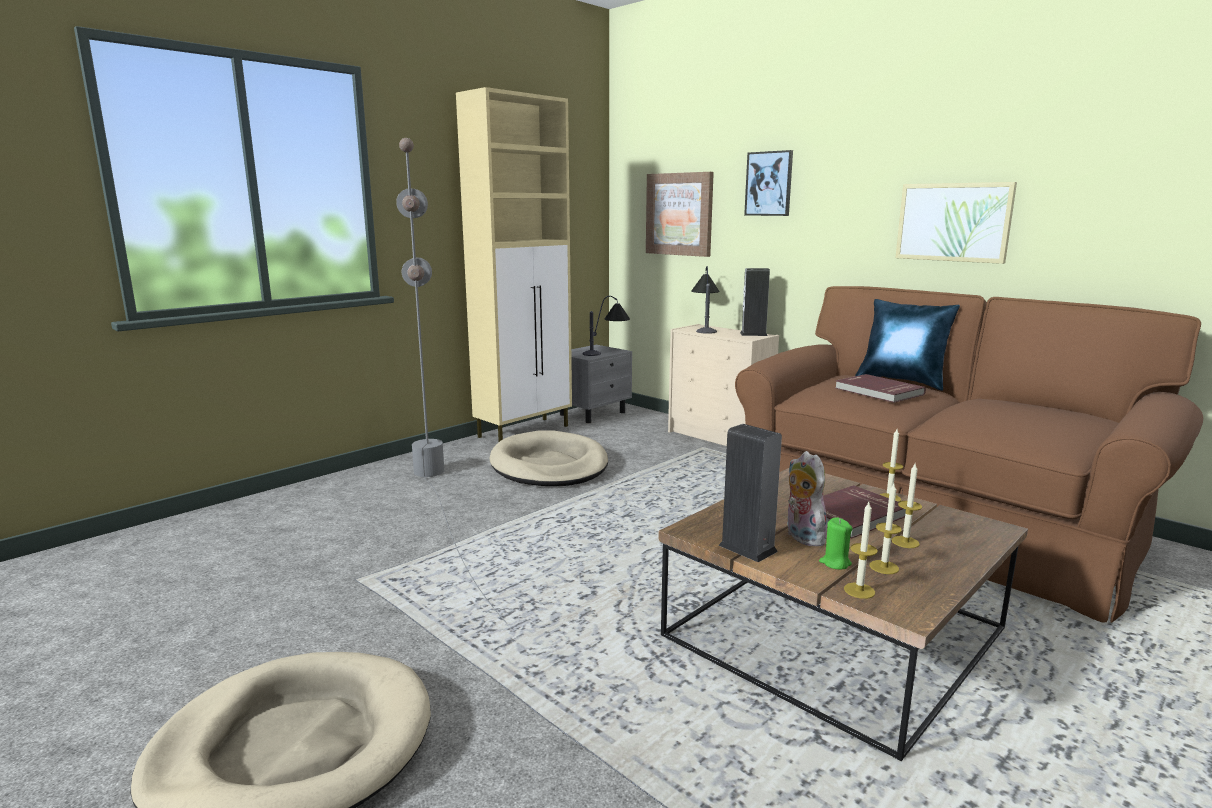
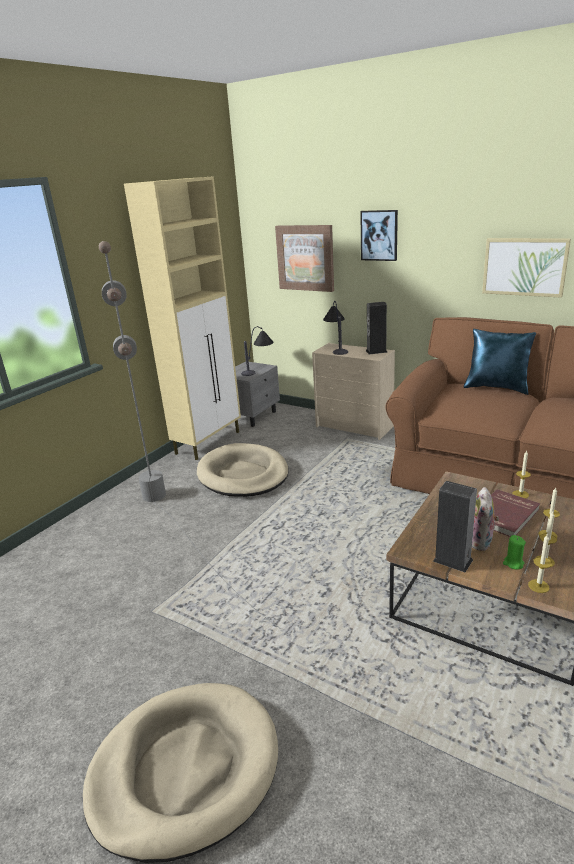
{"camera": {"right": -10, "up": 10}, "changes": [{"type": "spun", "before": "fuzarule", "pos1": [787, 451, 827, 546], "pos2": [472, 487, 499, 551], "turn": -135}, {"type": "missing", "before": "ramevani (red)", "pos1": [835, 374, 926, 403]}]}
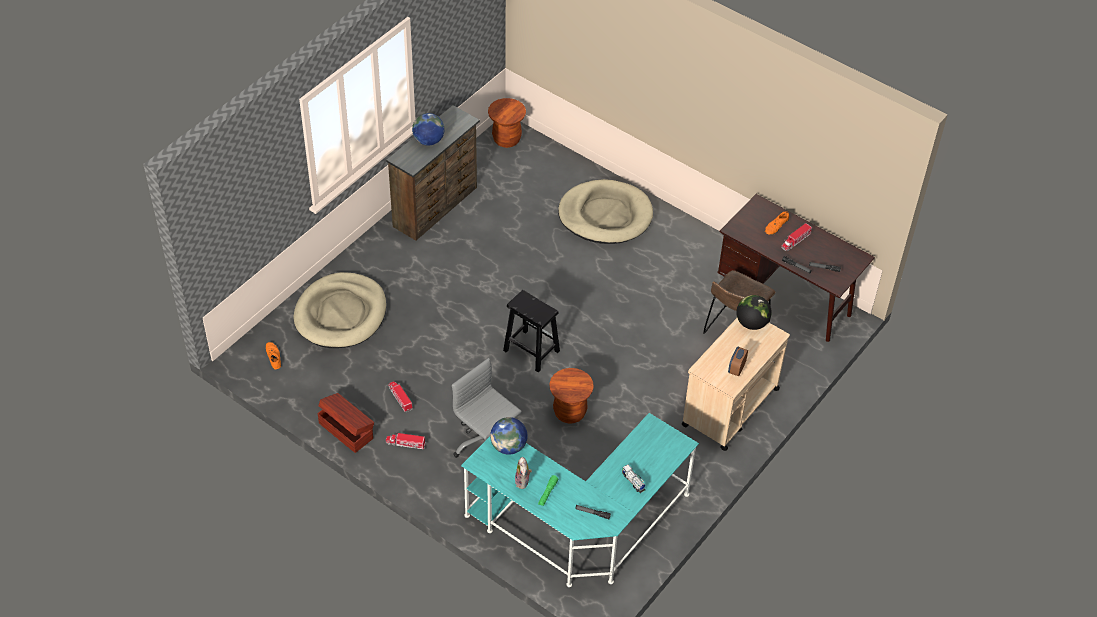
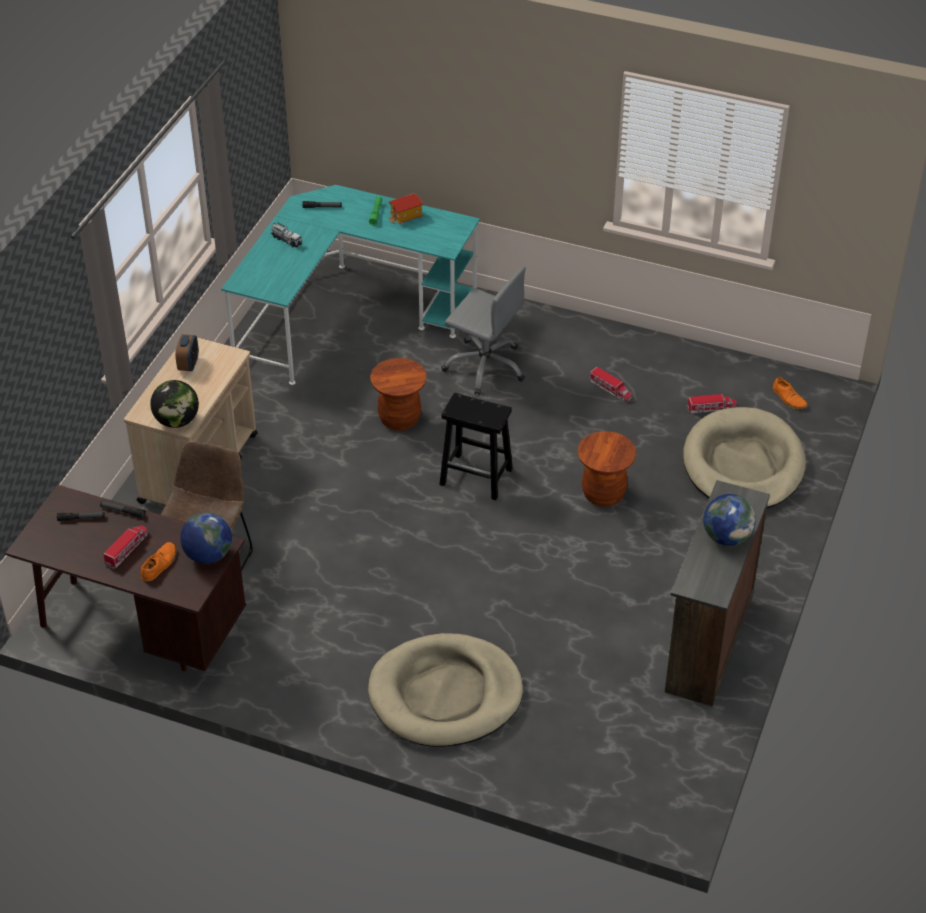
{"camera": {"right": 165, "up": -5}, "changes": [{"type": "relocated", "before": "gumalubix", "pos1": [490, 417, 528, 455], "pos2": [180, 513, 232, 564]}, {"type": "exchanged", "before": "fuzarule", "after": "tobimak", "pos1": [515, 457, 532, 489], "pos2": [389, 194, 424, 224]}, {"type": "relocated", "before": "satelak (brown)", "pos1": [488, 98, 526, 148], "pos2": [578, 431, 636, 507]}, {"type": "relocated", "before": "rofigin", "pos1": [386, 433, 426, 449], "pos2": [686, 394, 737, 413]}, {"type": "missing", "before": "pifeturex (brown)", "pos1": [318, 393, 374, 453]}]}
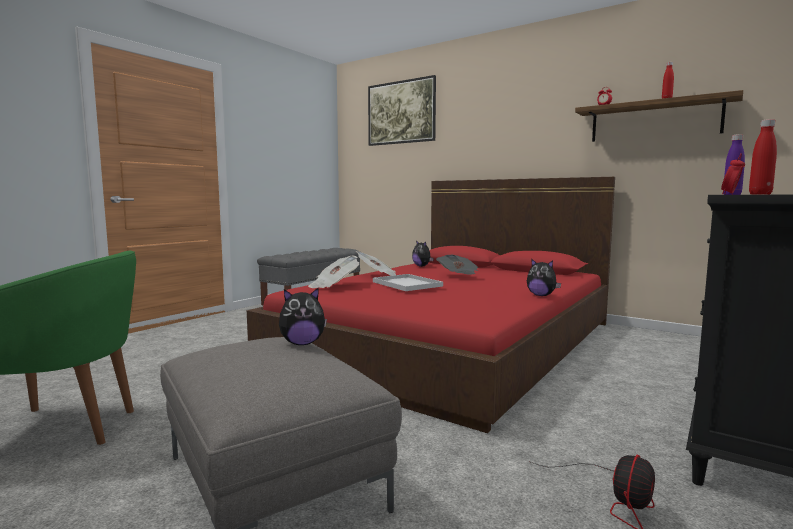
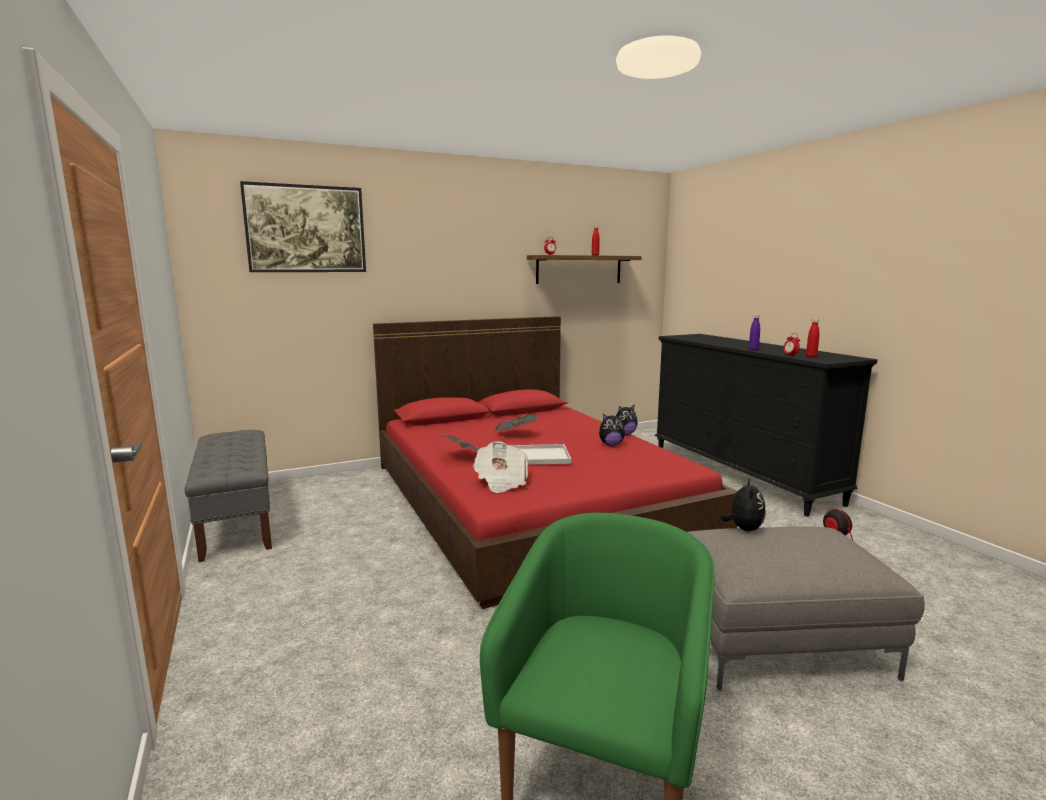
{"camera": {"right": -60, "up": 5}, "changes": [{"type": "relocated", "before": "fuzarule", "pos1": [412, 240, 434, 267], "pos2": [599, 414, 625, 445]}]}
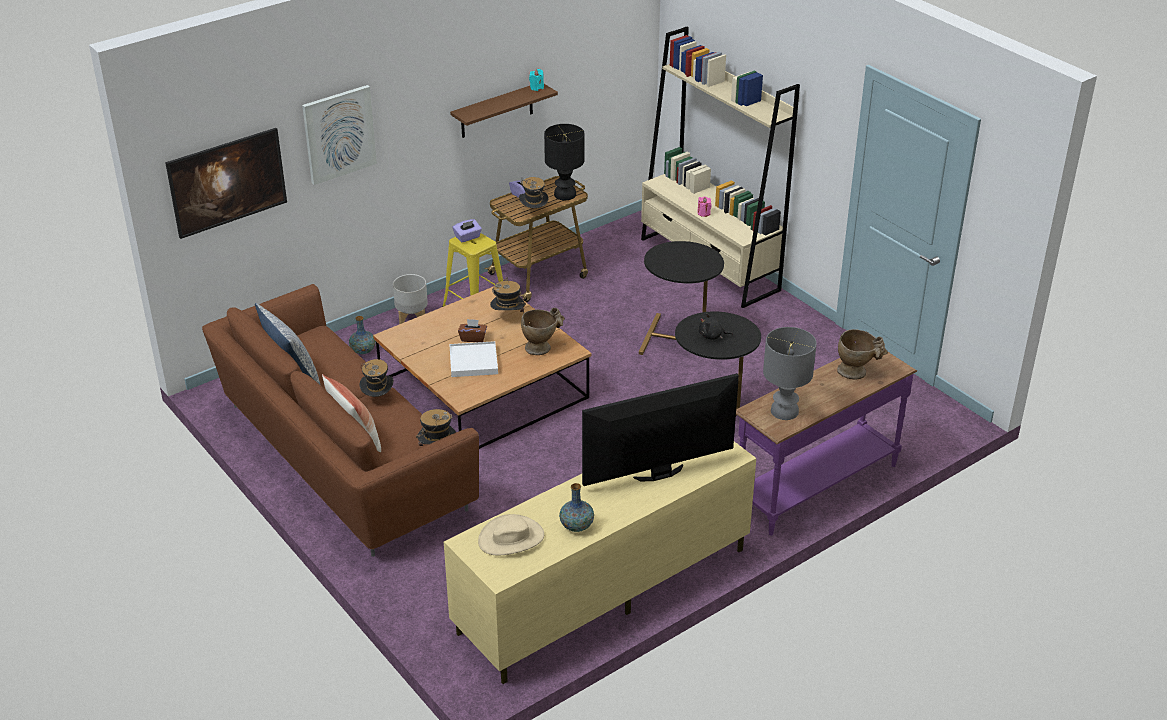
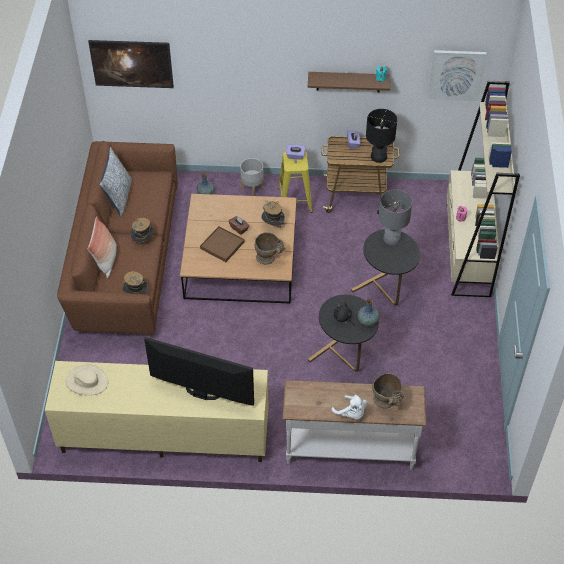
{"camera": {"right": 40, "up": 15}, "changes": [{"type": "colour", "before": "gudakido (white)", "after": "gudakido (brown)", "pos1": [449, 341, 498, 377], "pos2": [200, 226, 244, 262]}, {"type": "colour", "before": "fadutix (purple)", "after": "fadutix (white)", "pos1": [736, 352, 917, 536], "pos2": [282, 380, 426, 470]}, {"type": "appeared", "after": "fuzarule (white)", "pos2": [331, 395, 367, 419]}, {"type": "relocated", "before": "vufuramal", "pos1": [559, 483, 594, 532], "pos2": [358, 299, 379, 326]}, {"type": "relocated", "before": "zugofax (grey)", "pos1": [763, 327, 817, 420], "pos2": [378, 189, 412, 245]}, {"type": "relocated", "before": "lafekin", "pos1": [302, 85, 377, 185], "pos2": [428, 50, 487, 101]}, {"type": "missing", "before": "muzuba", "pos1": [519, 177, 549, 208]}]}
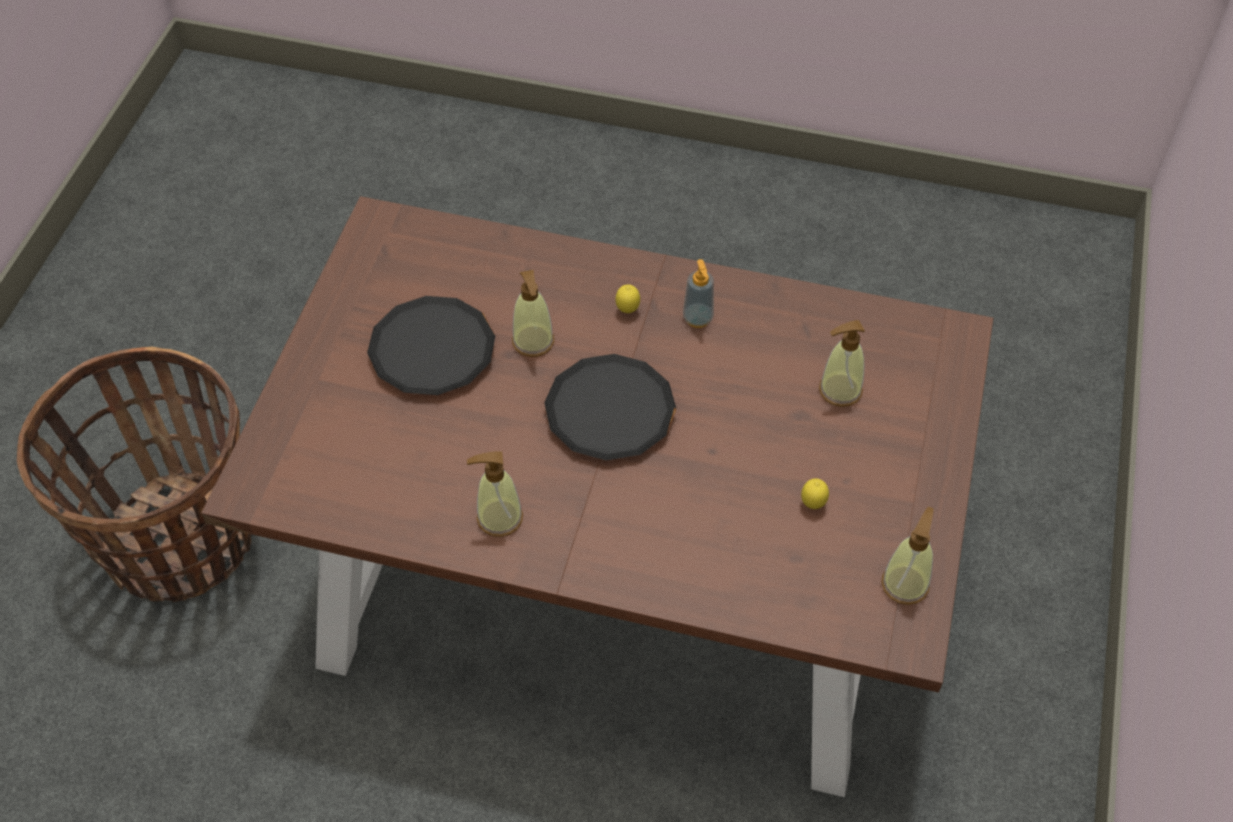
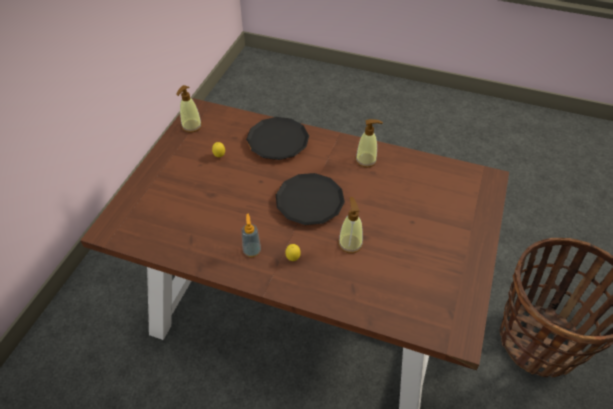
{"camera": {"right": -175, "up": -5}, "changes": [{"type": "relocated", "before": "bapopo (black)", "pos1": [367, 296, 495, 395], "pos2": [246, 117, 309, 160]}, {"type": "missing", "before": "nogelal", "pos1": [819, 320, 865, 407]}]}
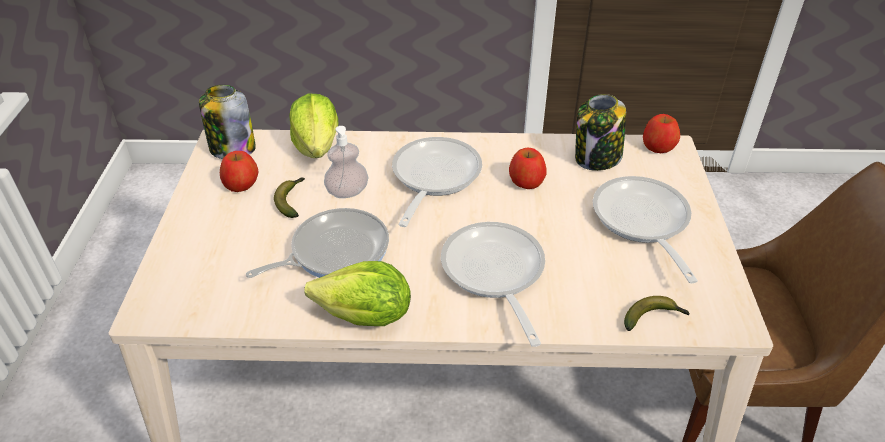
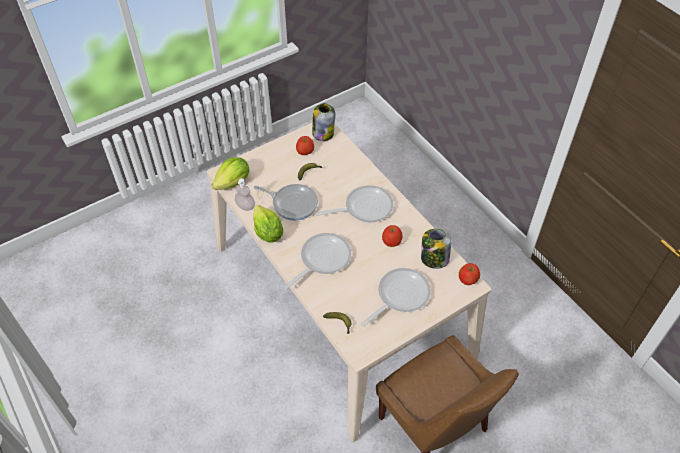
{"camera": {"right": 55, "up": 10}, "changes": [{"type": "relocated", "before": "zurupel", "pos1": [289, 93, 338, 158], "pos2": [211, 157, 249, 190]}, {"type": "relocated", "before": "nogelal", "pos1": [324, 126, 368, 198], "pos2": [235, 178, 255, 211]}]}
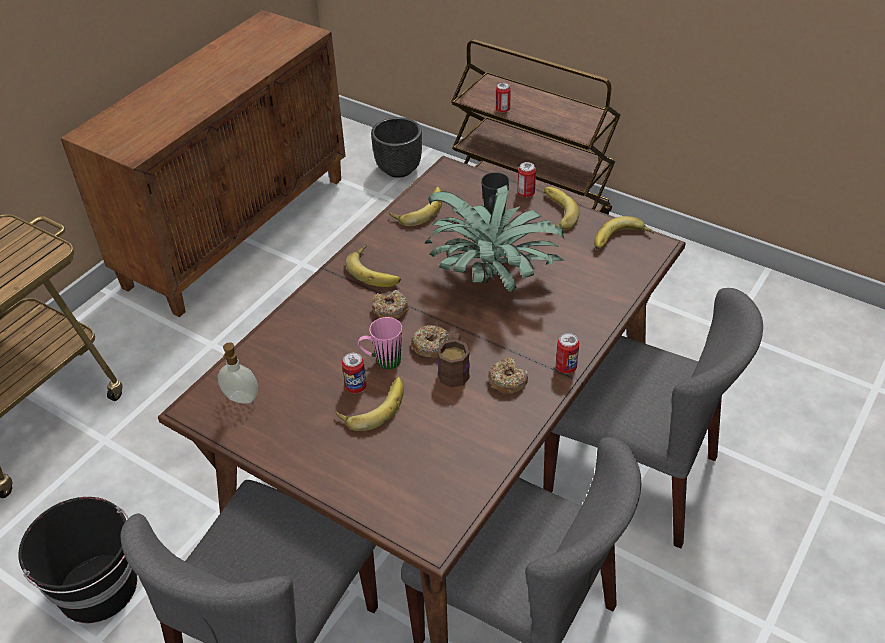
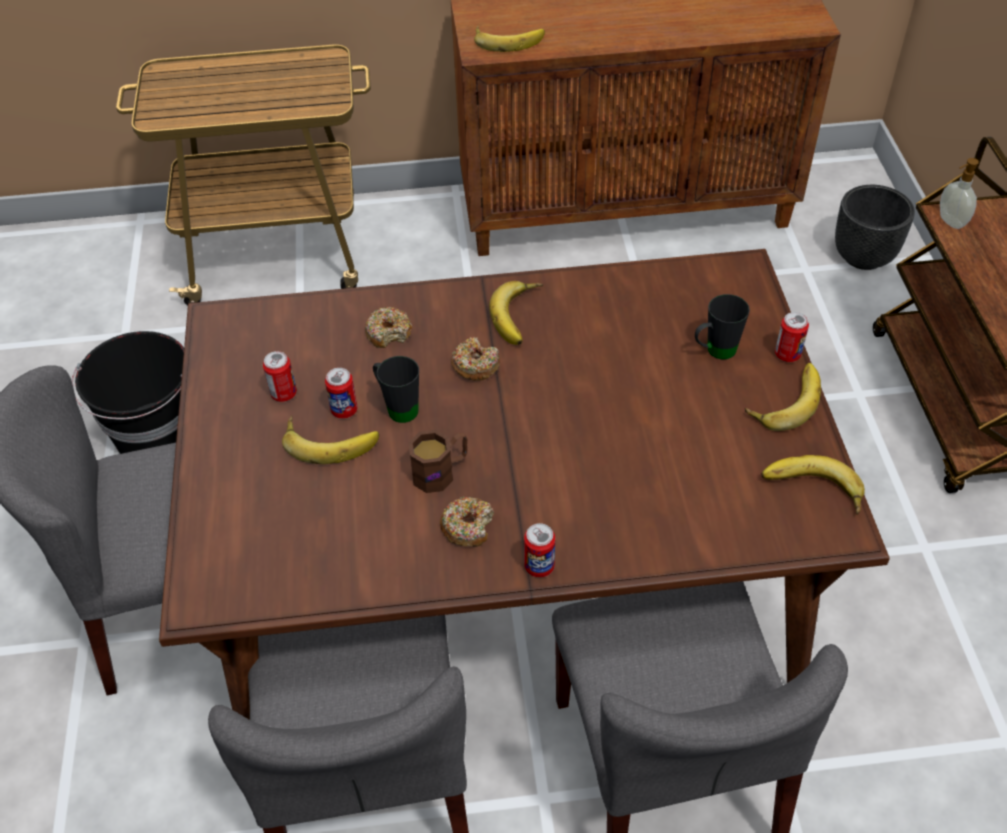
{"camera": {"right": 50, "up": 5}, "changes": [{"type": "relocated", "before": "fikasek", "pos1": [496, 82, 511, 113], "pos2": [263, 351, 297, 402]}, {"type": "relocated", "before": "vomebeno", "pos1": [411, 325, 450, 359], "pos2": [365, 307, 412, 348]}, {"type": "colour", "before": "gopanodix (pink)", "after": "gopanodix (black)", "pos1": [358, 317, 402, 369], "pos2": [373, 356, 419, 423]}, {"type": "relocated", "before": "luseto", "pos1": [390, 187, 442, 226], "pos2": [474, 25, 545, 52]}, {"type": "relocated", "before": "nogelal", "pos1": [218, 342, 258, 404], "pos2": [940, 158, 979, 229]}, {"type": "missing", "before": "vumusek", "pos1": [425, 185, 564, 293]}]}
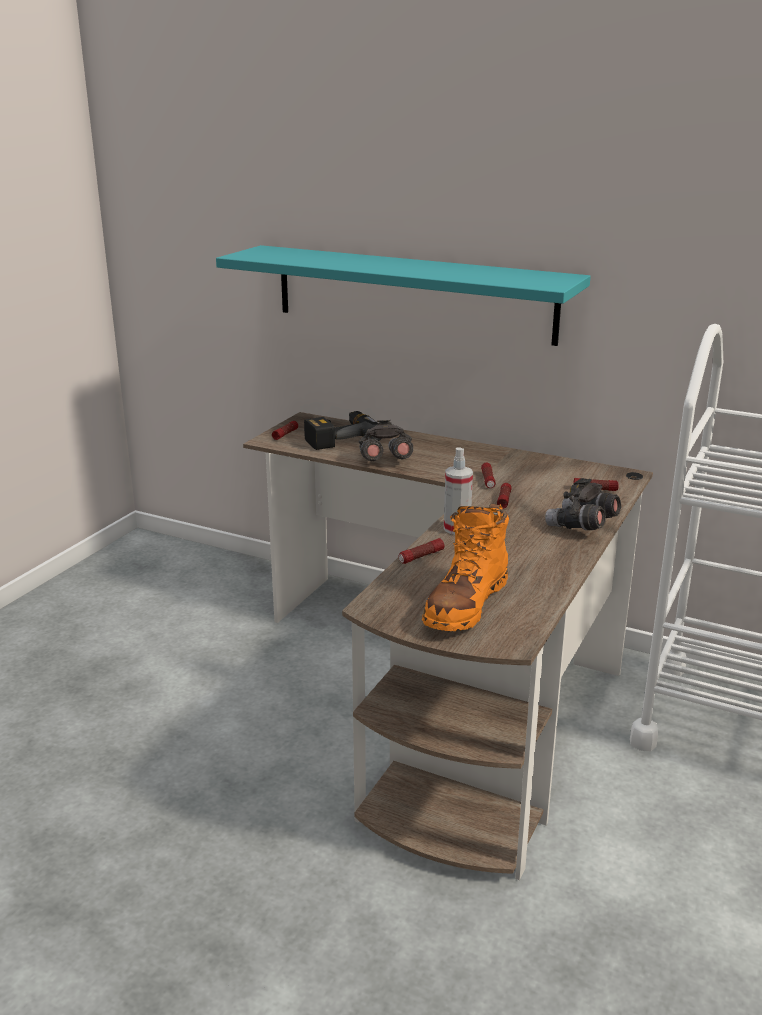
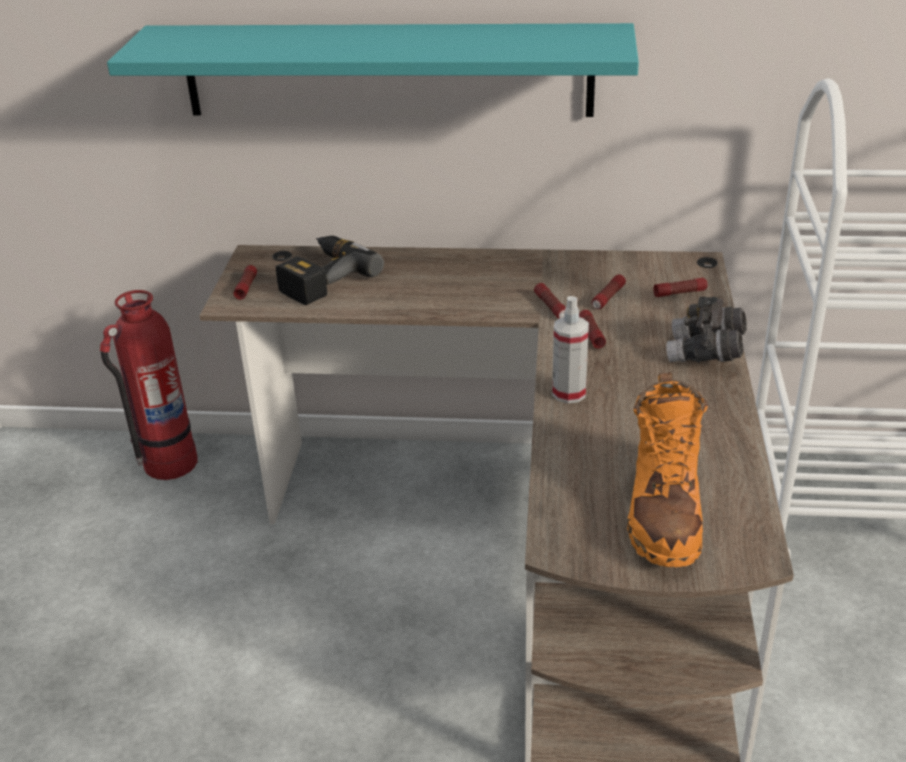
{"camera": {"right": -20, "up": 10}, "changes": [{"type": "appeared", "after": "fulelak", "pos2": [100, 290, 198, 480]}, {"type": "relocated", "before": "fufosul", "pos1": [399, 538, 444, 564], "pos2": [592, 274, 626, 309]}, {"type": "missing", "before": "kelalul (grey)", "pos1": [358, 420, 413, 461]}]}
